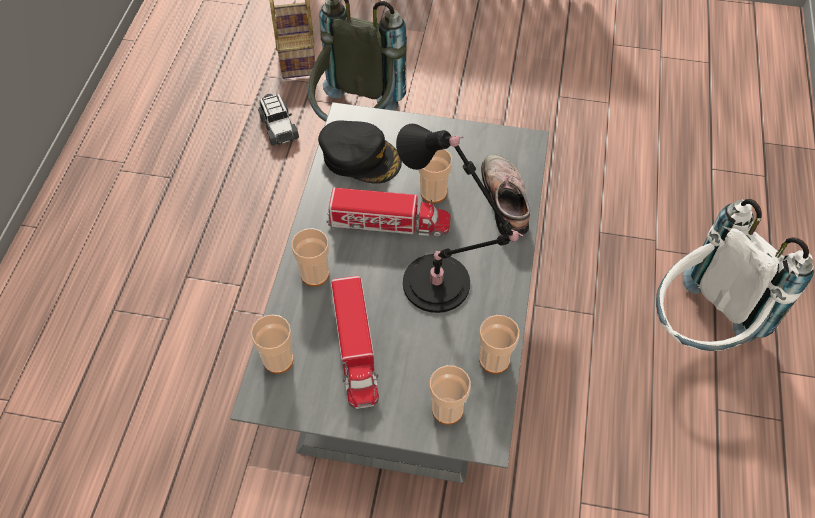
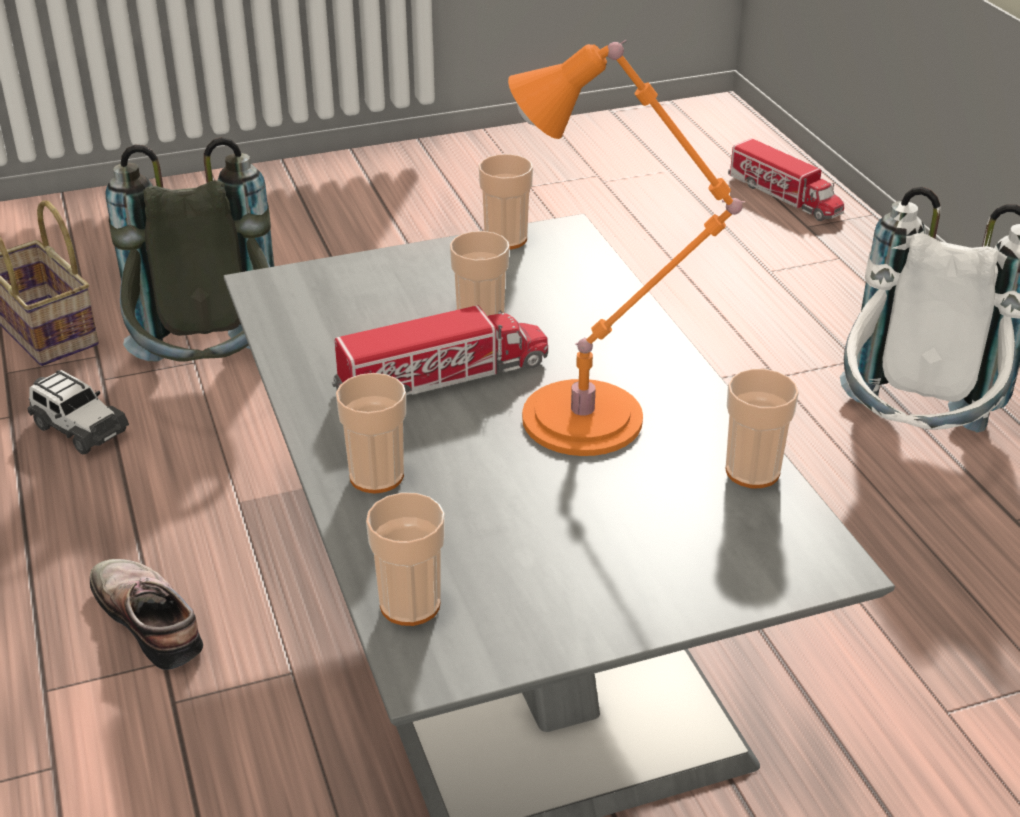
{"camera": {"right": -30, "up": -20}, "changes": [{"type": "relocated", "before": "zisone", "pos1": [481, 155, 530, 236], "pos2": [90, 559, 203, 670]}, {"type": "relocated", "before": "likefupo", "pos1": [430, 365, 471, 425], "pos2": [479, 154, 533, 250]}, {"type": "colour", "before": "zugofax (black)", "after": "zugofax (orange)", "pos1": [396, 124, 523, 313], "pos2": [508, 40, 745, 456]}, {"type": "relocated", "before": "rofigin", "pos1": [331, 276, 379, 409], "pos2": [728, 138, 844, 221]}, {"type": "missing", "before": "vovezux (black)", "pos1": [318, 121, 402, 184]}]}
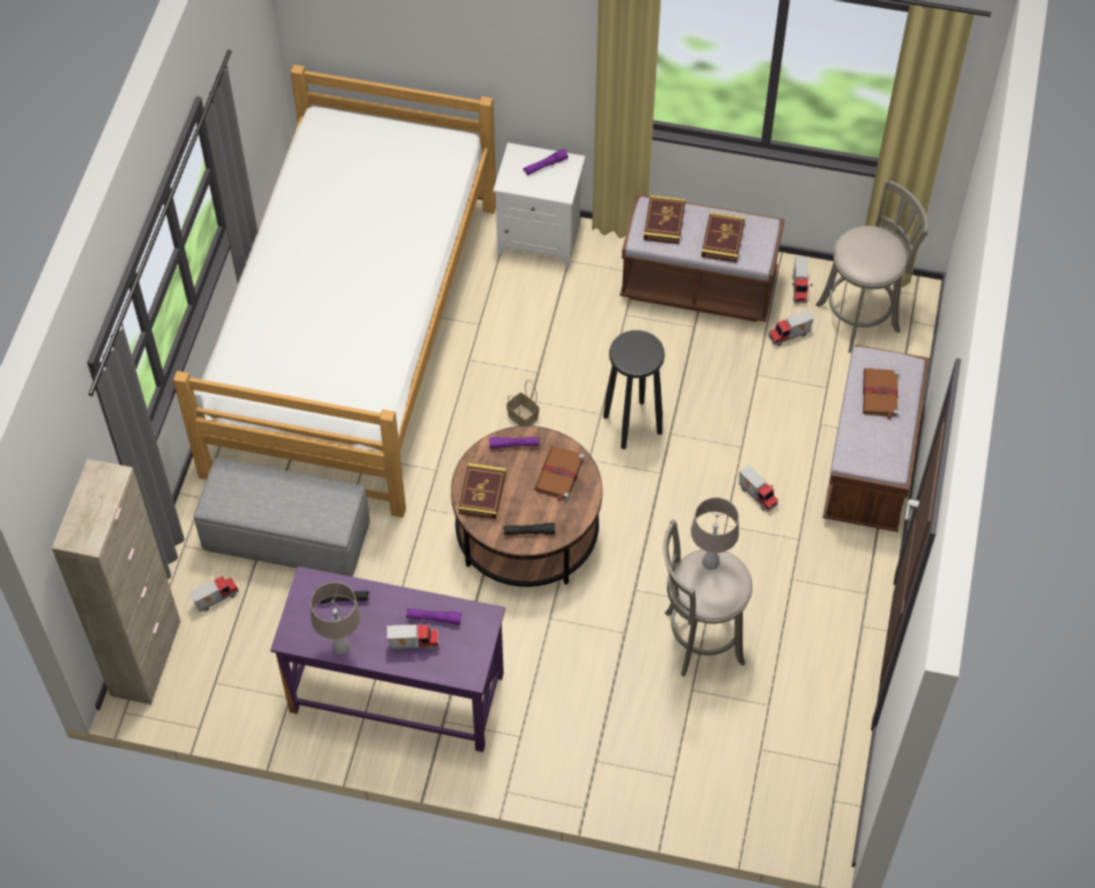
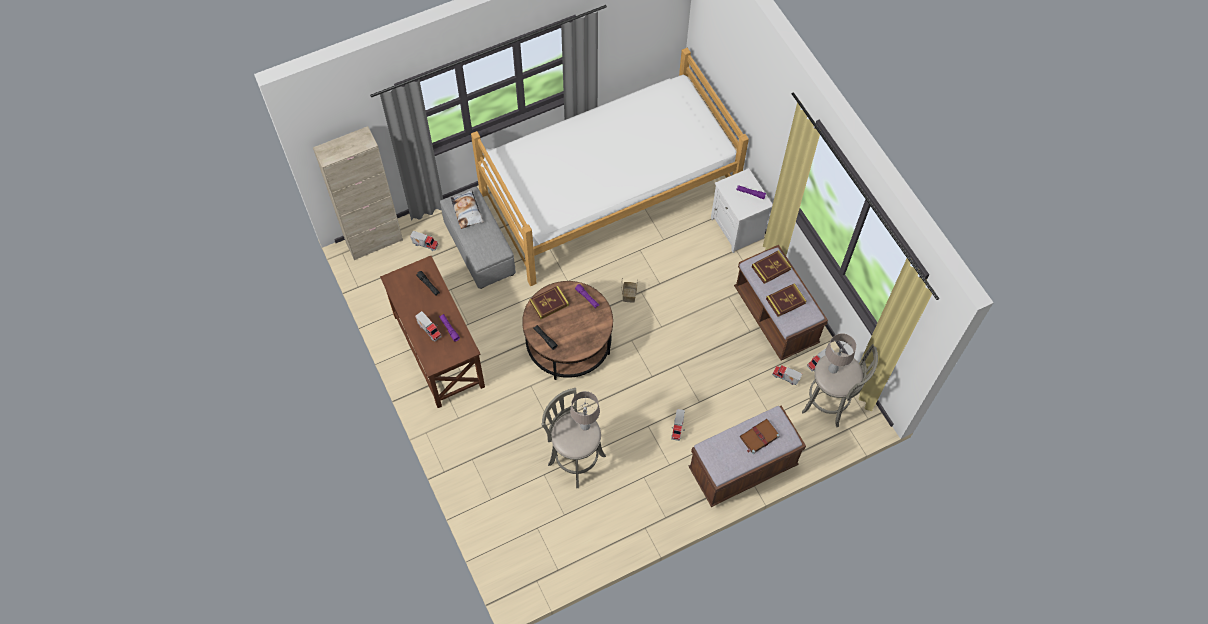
{"camera": {"right": 50, "up": 5}, "changes": [{"type": "colour", "before": "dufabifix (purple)", "after": "dufabifix (brown)", "pos1": [270, 566, 505, 752], "pos2": [380, 256, 485, 408]}, {"type": "appeared", "after": "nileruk", "pos2": [451, 190, 483, 229]}, {"type": "relocated", "before": "zugofax (beige)", "pos1": [311, 582, 361, 655], "pos2": [825, 333, 856, 374]}, {"type": "missing", "before": "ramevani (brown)", "pos1": [534, 446, 584, 502]}, {"type": "missing", "before": "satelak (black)", "pos1": [603, 330, 665, 449]}]}
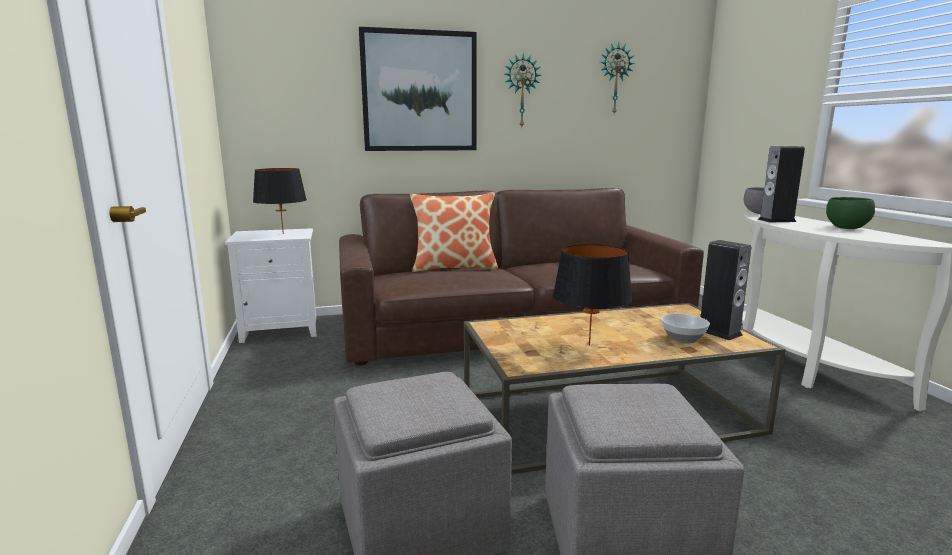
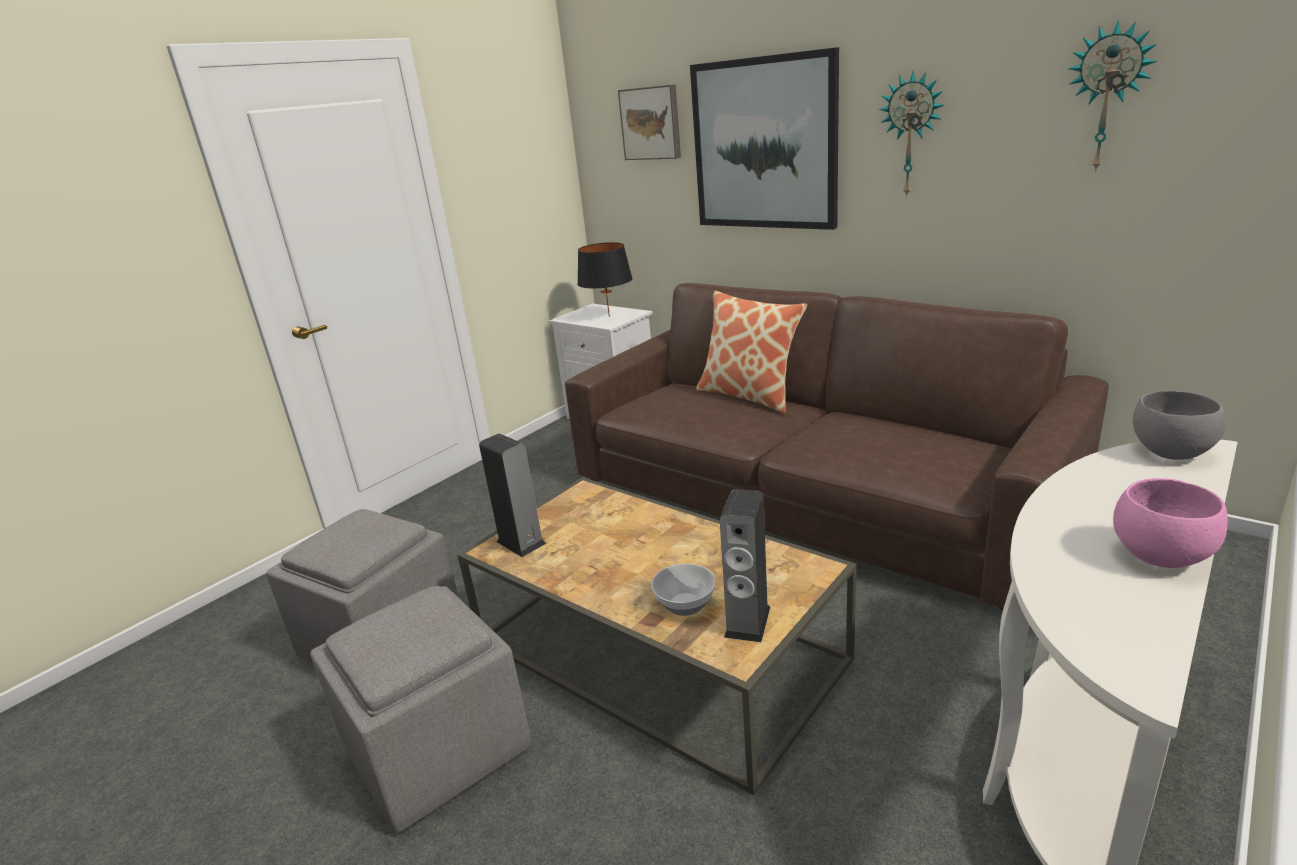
{"camera": {"right": 55, "up": 10}, "changes": [{"type": "relocated", "before": "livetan", "pos1": [758, 146, 805, 222], "pos2": [479, 434, 546, 557]}, {"type": "appeared", "after": "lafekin", "pos2": [618, 84, 681, 160]}, {"type": "colour", "before": "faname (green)", "after": "faname (pink)", "pos1": [826, 197, 875, 229], "pos2": [1113, 478, 1228, 568]}, {"type": "missing", "before": "zugofax (black)", "pos1": [553, 244, 633, 345]}]}
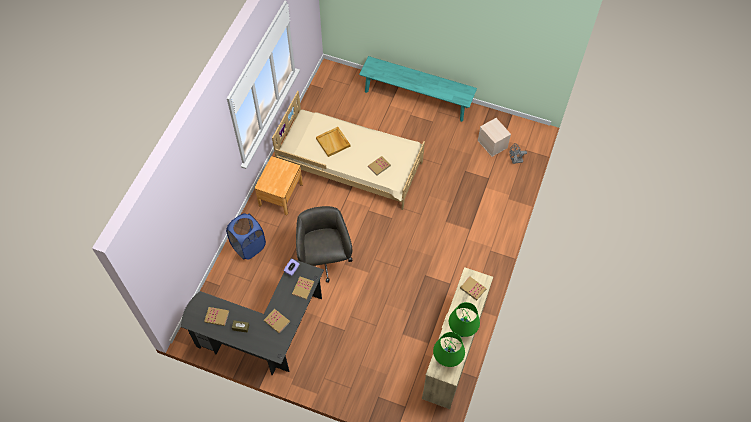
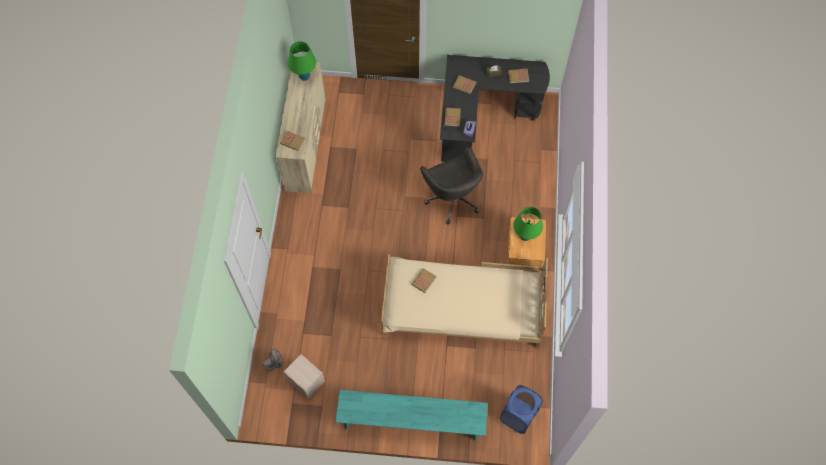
{"camera": {"right": 165, "up": 5}, "changes": [{"type": "relocated", "before": "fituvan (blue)", "pos1": [226, 213, 266, 260], "pos2": [500, 385, 543, 434]}, {"type": "relocated", "before": "zugofax (green)", "pos1": [449, 302, 480, 337], "pos2": [513, 207, 543, 241]}, {"type": "missing", "before": "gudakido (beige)", "pos1": [316, 127, 350, 157]}]}
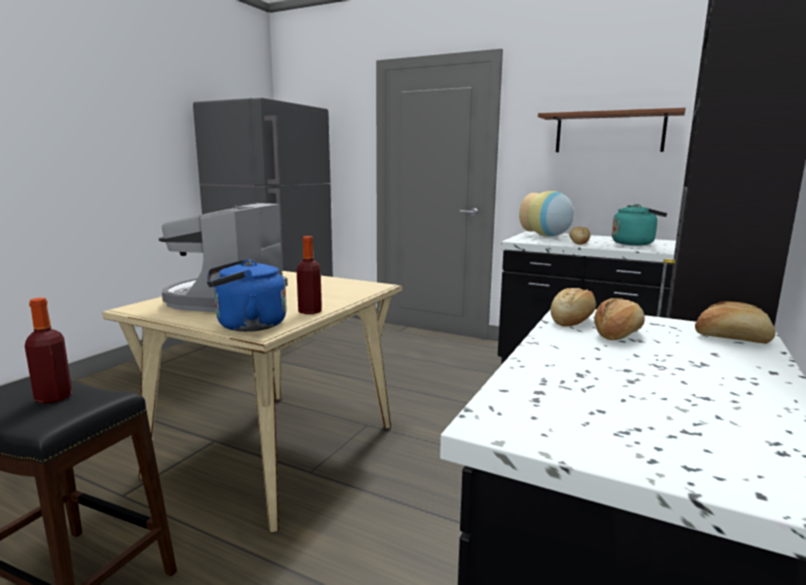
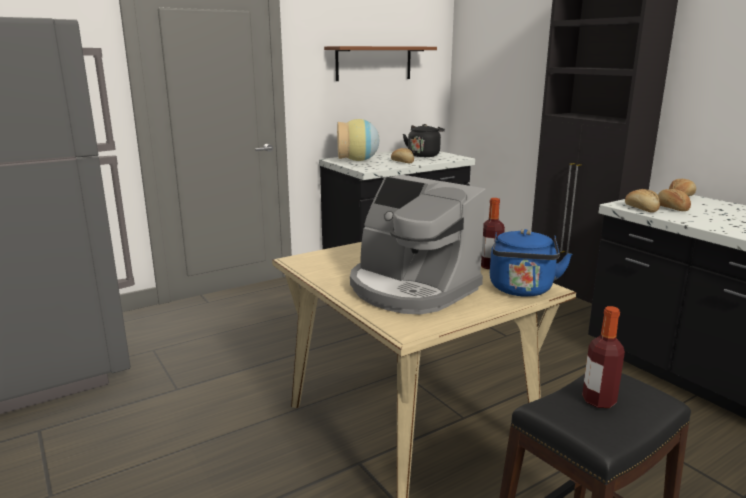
{"camera": {"right": -60, "up": 5}, "changes": [{"type": "colour", "before": "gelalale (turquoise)", "after": "gelalale (black)", "pos1": [612, 204, 667, 245], "pos2": [403, 124, 445, 157]}]}
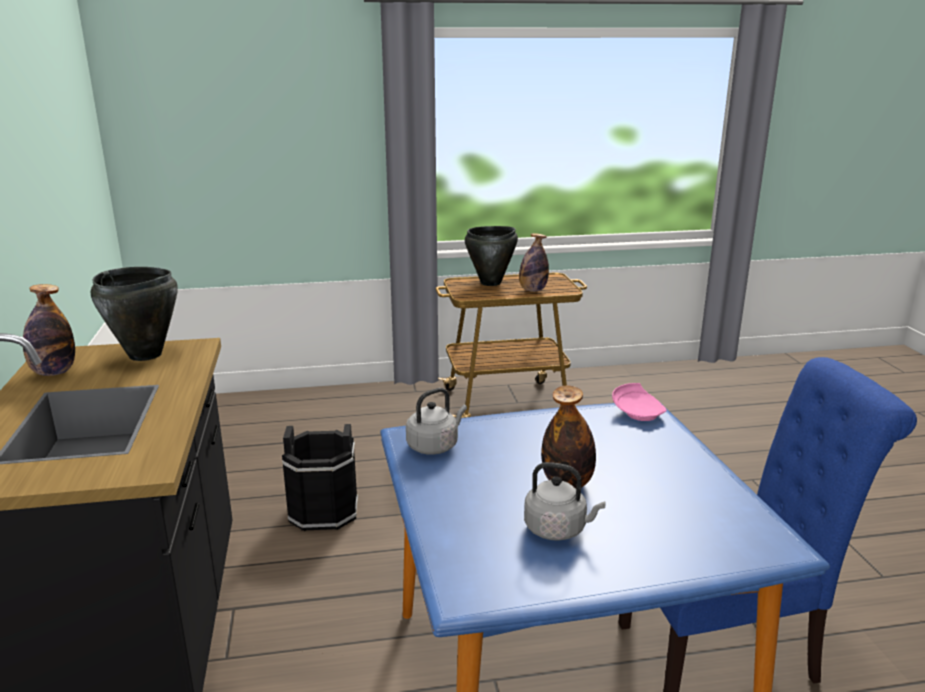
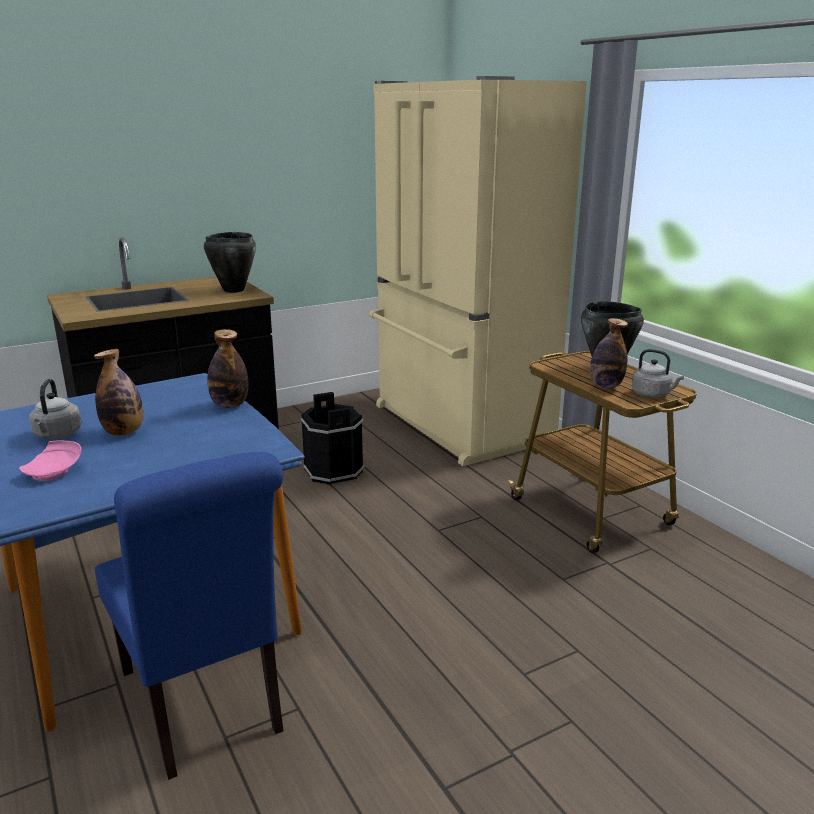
{"camera": {"right": 70, "up": 0}, "changes": [{"type": "relocated", "before": "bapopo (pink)", "pos1": [612, 383, 667, 421], "pos2": [19, 440, 81, 481]}, {"type": "relocated", "before": "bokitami", "pos1": [23, 284, 75, 376], "pos2": [207, 329, 249, 408]}, {"type": "appeared", "after": "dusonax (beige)", "pos2": [369, 76, 587, 466]}, {"type": "relocated", "before": "gelalale (grey)", "pos1": [406, 388, 467, 455], "pos2": [632, 349, 684, 398]}]}
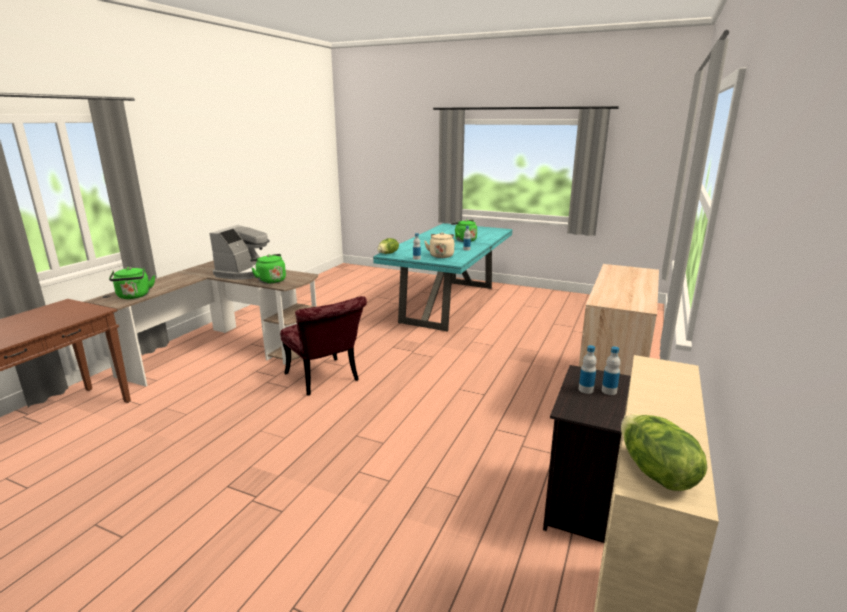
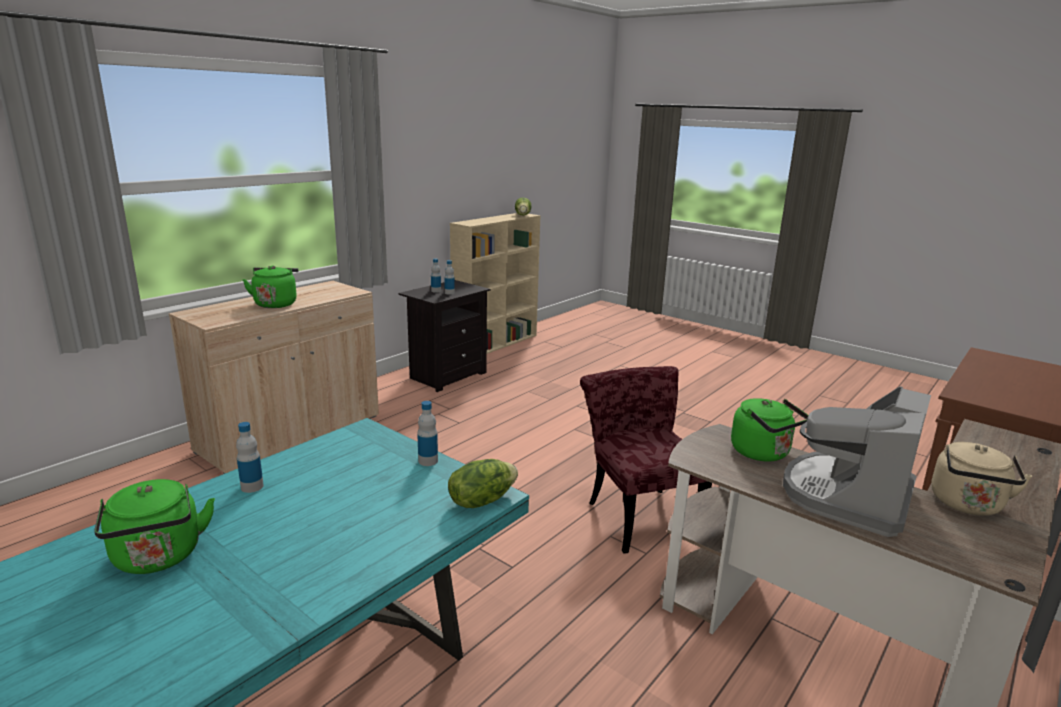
{"camera": {"right": -165, "up": 0}, "changes": [{"type": "relocated", "before": "gelalale (green)", "pos1": [109, 267, 155, 299], "pos2": [243, 265, 299, 308]}, {"type": "relocated", "before": "gelalale (beige)", "pos1": [424, 232, 454, 258], "pos2": [931, 442, 1032, 516]}]}
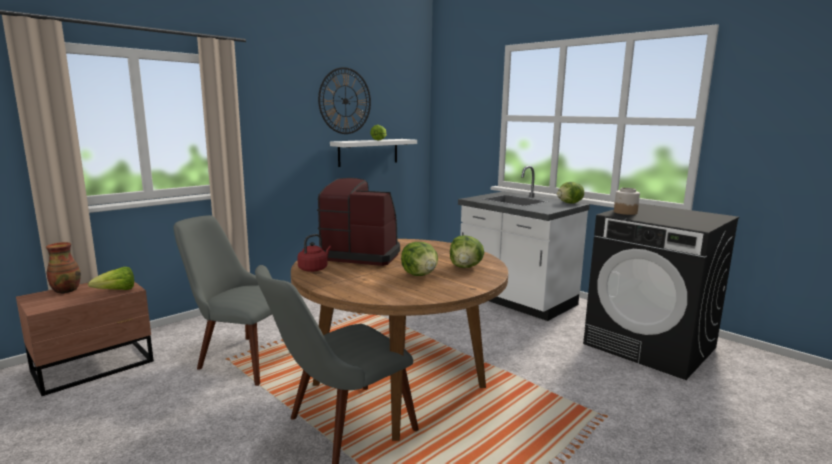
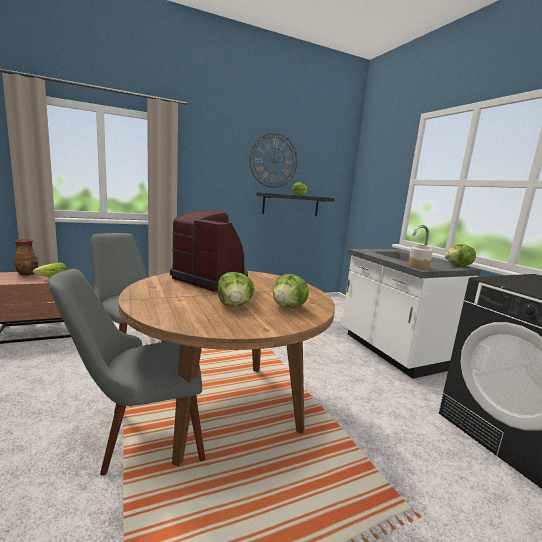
{"camera": {"right": 20, "up": 0}, "changes": [{"type": "colour", "before": "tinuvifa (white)", "after": "tinuvifa (black)", "pos1": [330, 139, 417, 167], "pos2": [256, 192, 334, 216]}, {"type": "relocated", "before": "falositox", "pos1": [614, 188, 640, 215], "pos2": [408, 244, 433, 269]}, {"type": "missing", "before": "gelalale (red)", "pos1": [297, 234, 332, 272]}]}
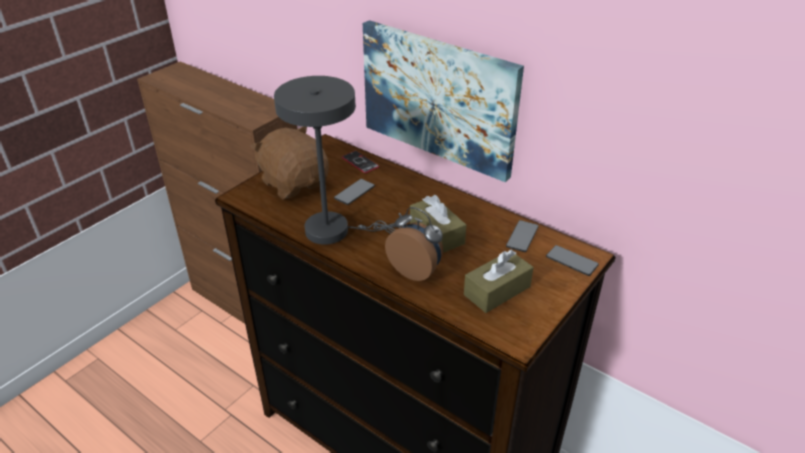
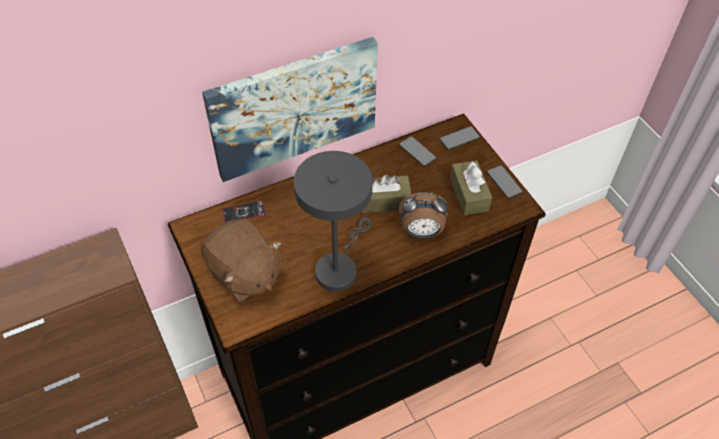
{"camera": {"right": -65, "up": 15}, "changes": [{"type": "spun", "before": "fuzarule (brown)", "pos1": [250, 127, 329, 200], "pos2": [201, 218, 282, 302], "turn": -120}, {"type": "spun", "before": "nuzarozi", "pos1": [385, 207, 443, 281], "pos2": [399, 192, 448, 238], "turn": -150}, {"type": "relocated", "before": "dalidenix", "pos1": [334, 179, 375, 205], "pos2": [487, 165, 523, 199]}]}
